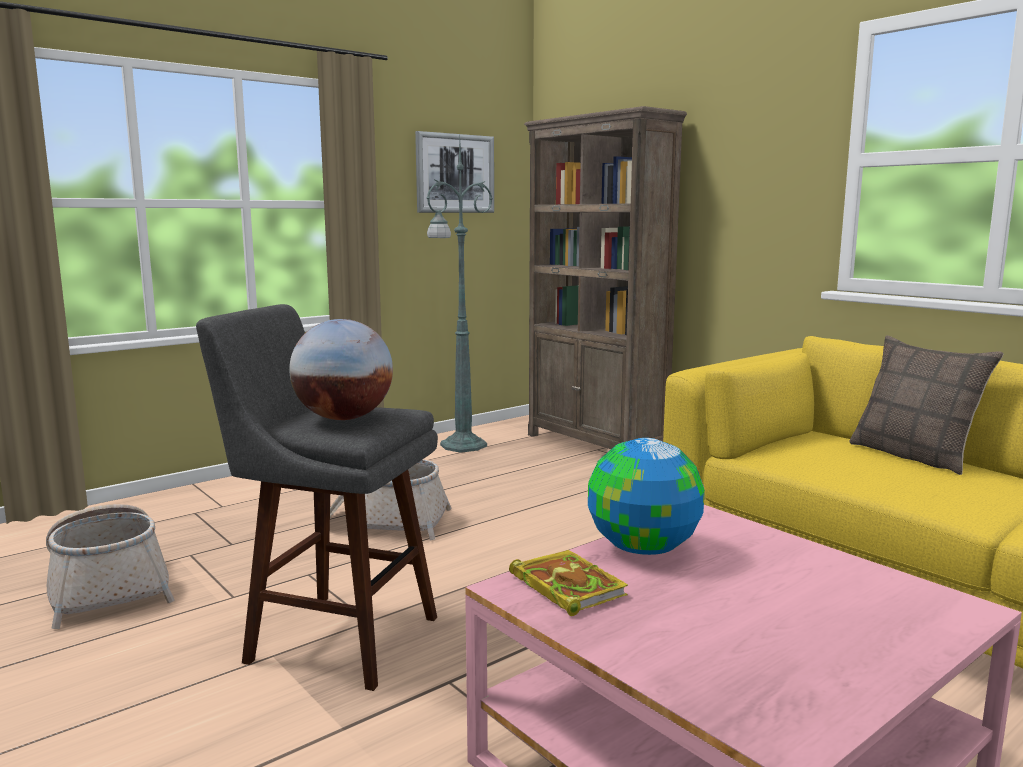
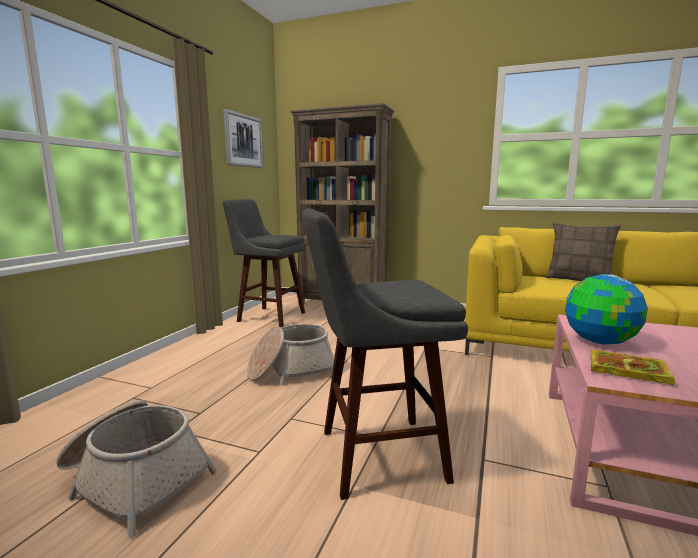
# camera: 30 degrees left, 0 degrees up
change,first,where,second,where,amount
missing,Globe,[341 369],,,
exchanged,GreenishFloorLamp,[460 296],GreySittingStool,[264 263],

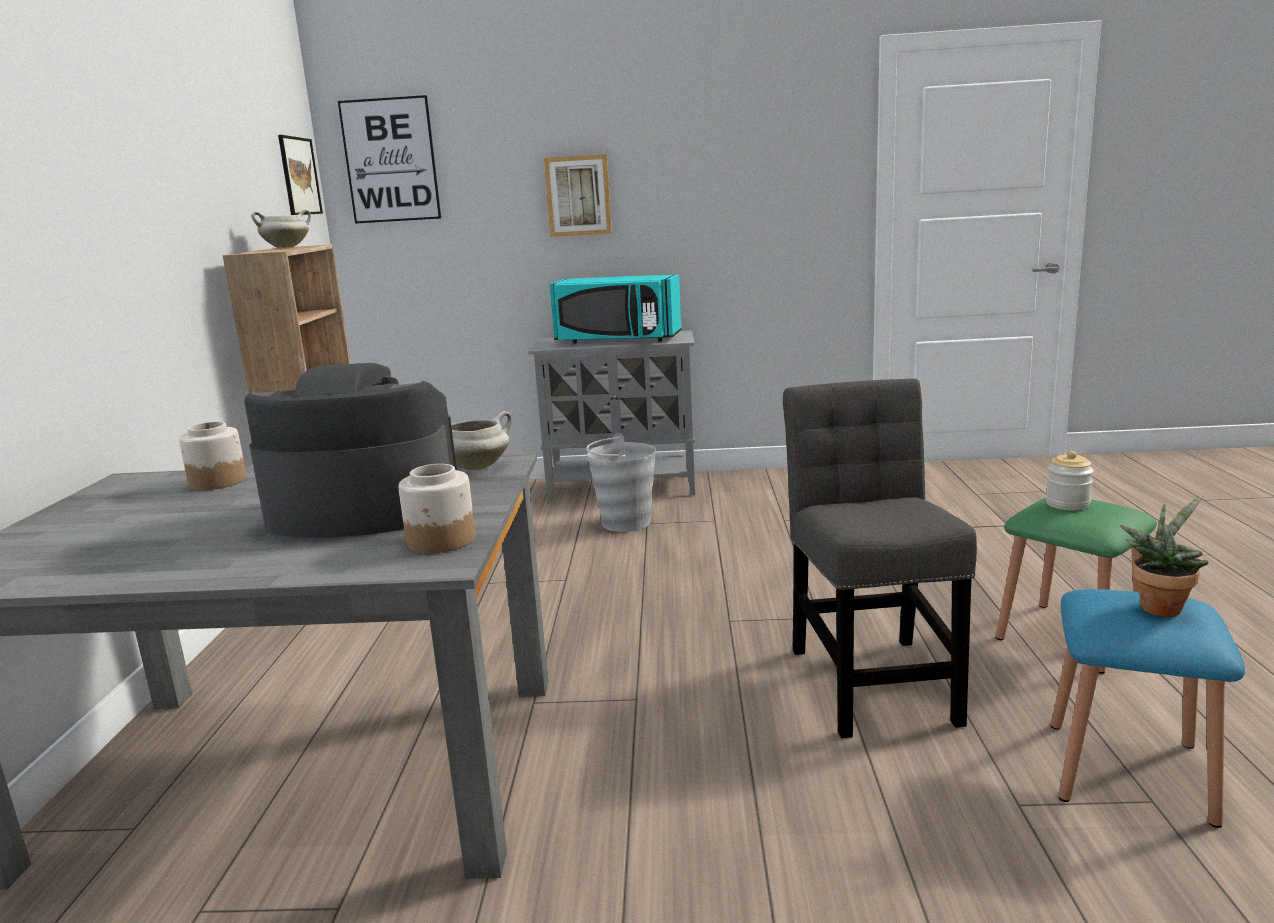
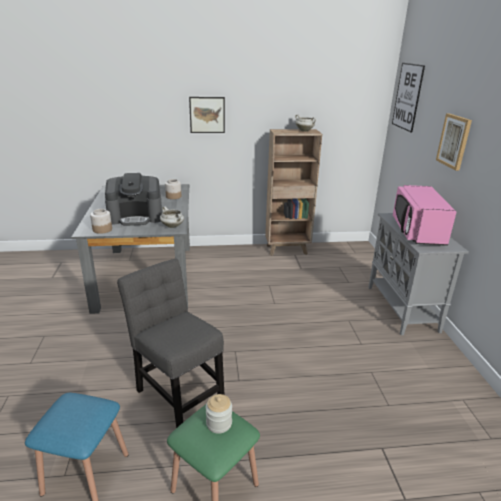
# camera: 80 degrees right, 10 degrees up
change,first,where,second,where,amount
spun,CoffeeMaker,[350 450],,[133 199],90 degrees clockwise
relocated,Picture,[300 175],,[207 115],
colour,TurquoiseMicrowave,[616 309],PinkishMicrowave,[424 215],
missing,GreyWaterBucket,[621 482],,,
spun,GreyPlainChair,[880 558],,[171 343],120 degrees counterclockwise
missing,Houseplant,[1164 556],,,

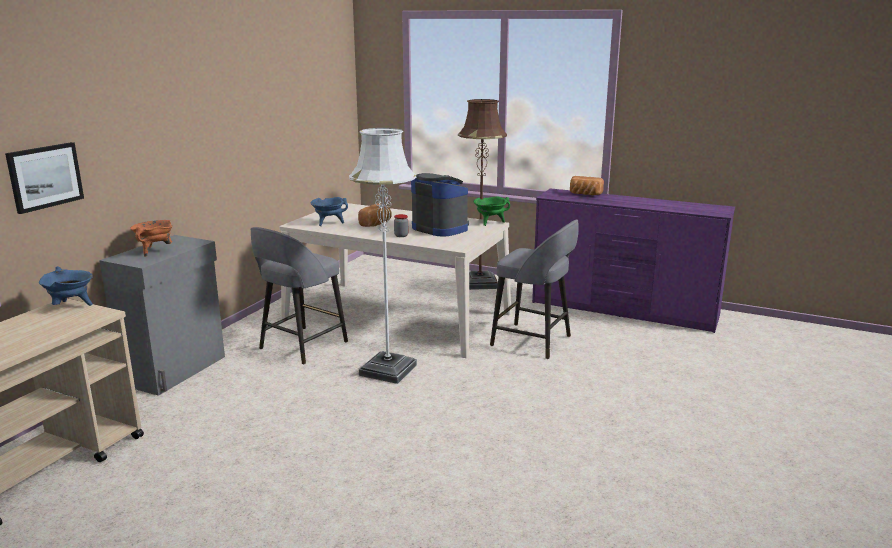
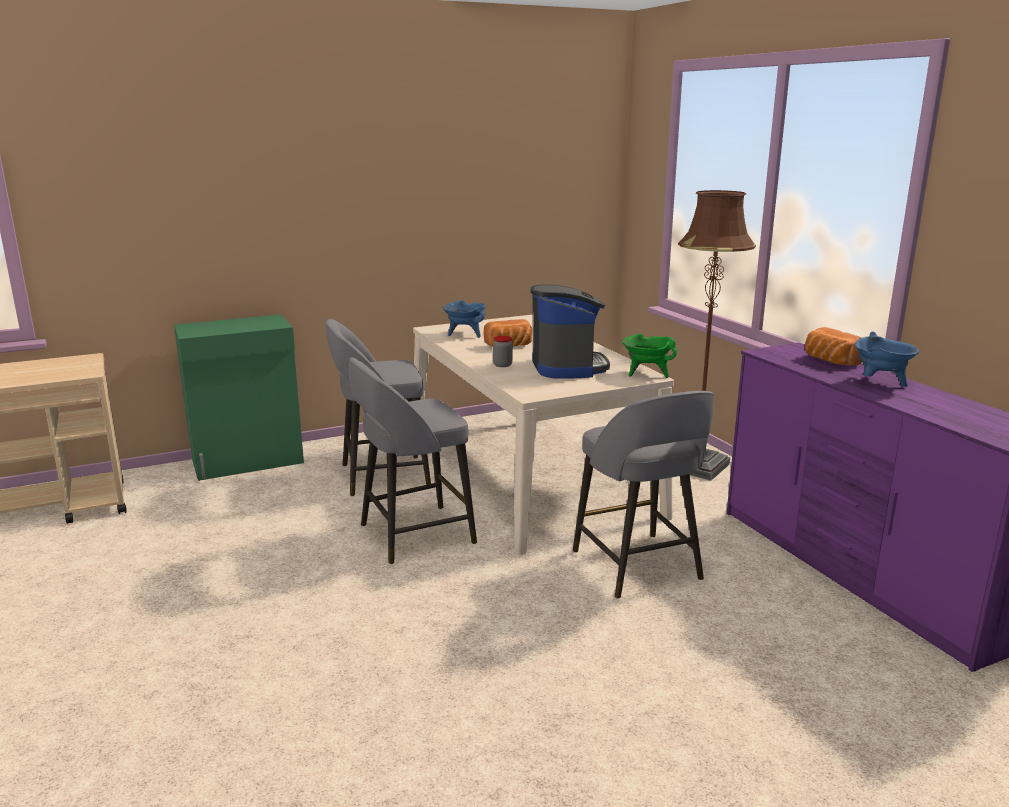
# camera: 40 degrees right, 0 degrees up
change,first,where,second,where,amount
missing,Picture,[44 178],,,
relocated,BluishCookingPot,[66 286],,[887 359],
colour,GreyCabinet,[162 315],GreenishCabinet,[239 397],
missing,OrangeCookingPot,[151 238],,,
exchanged,WhitishFloorLamp,[383 256],GreySittingStool,[413 460],

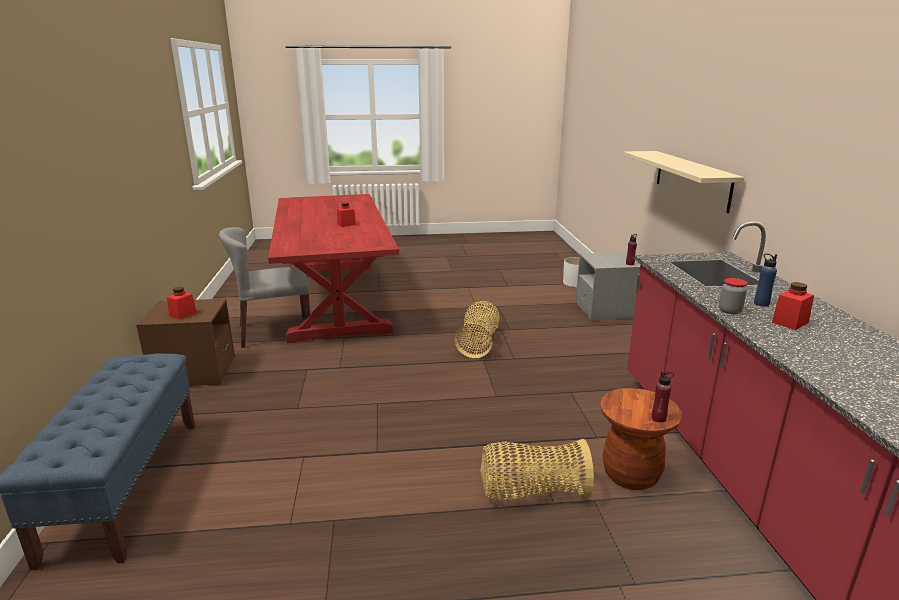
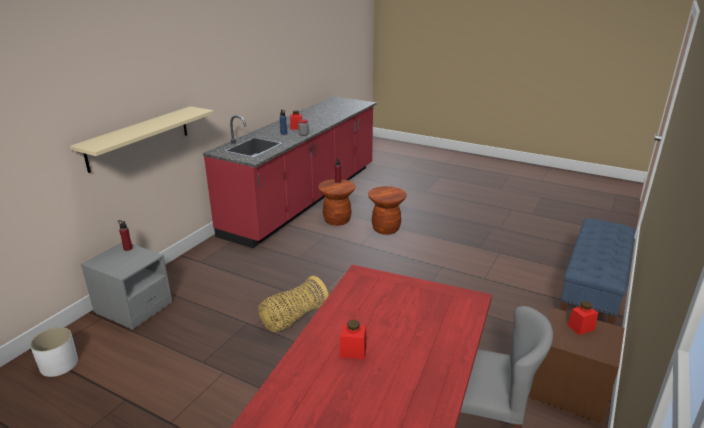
# camera: 145 degrees left, 5 degrees up
change,first,where,second,where,amount
exchanged,StorageBasket,[537 469],BrownSittingStool,[387 210],

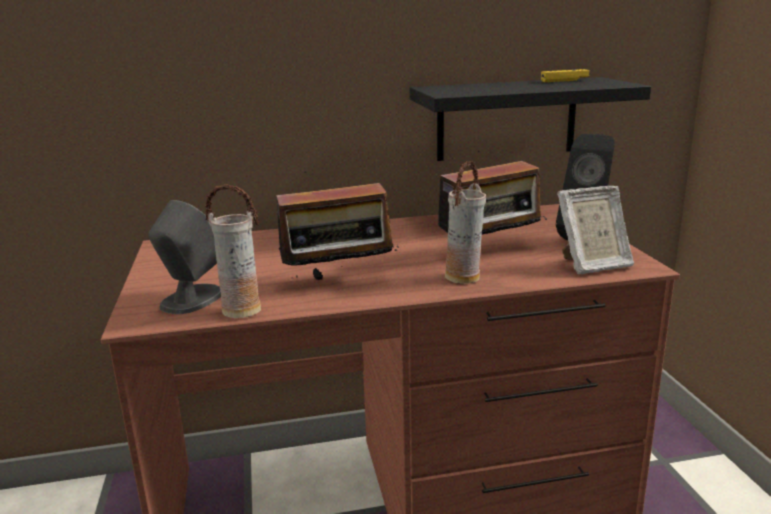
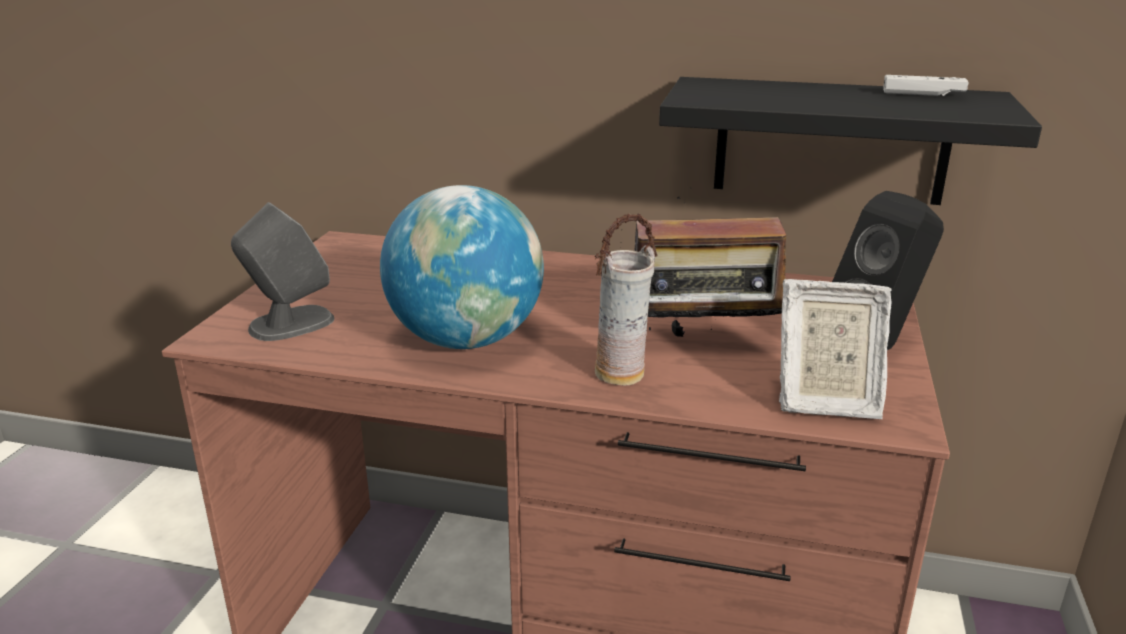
# camera: 25 degrees right, 5 degrees up
change,first,where,second,where,amount
missing,FlowerVase,[233 251],,,
exchanged,RadioReceiver,[337 225],Globe,[462 267],
colour,YellowGameController,[565 75],WhitishGameController,[926 85],

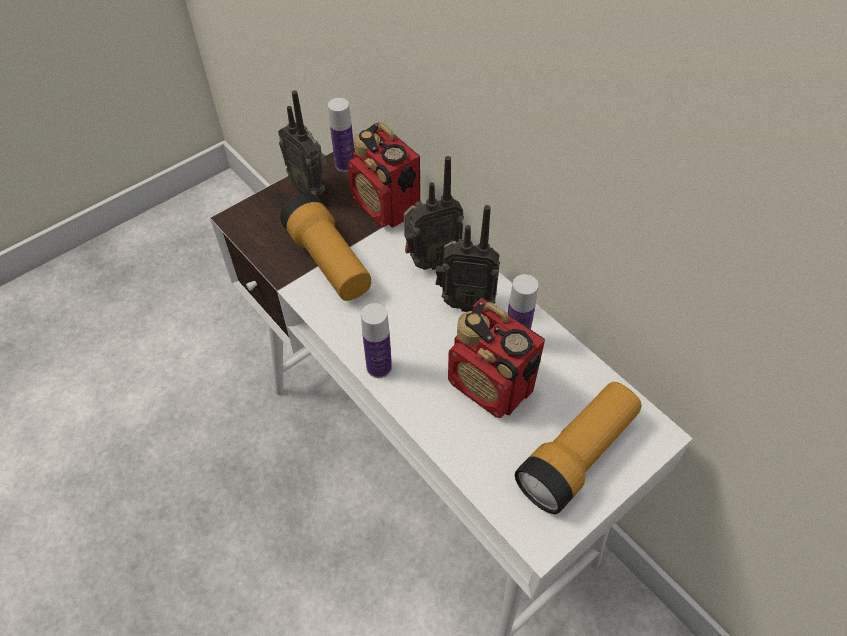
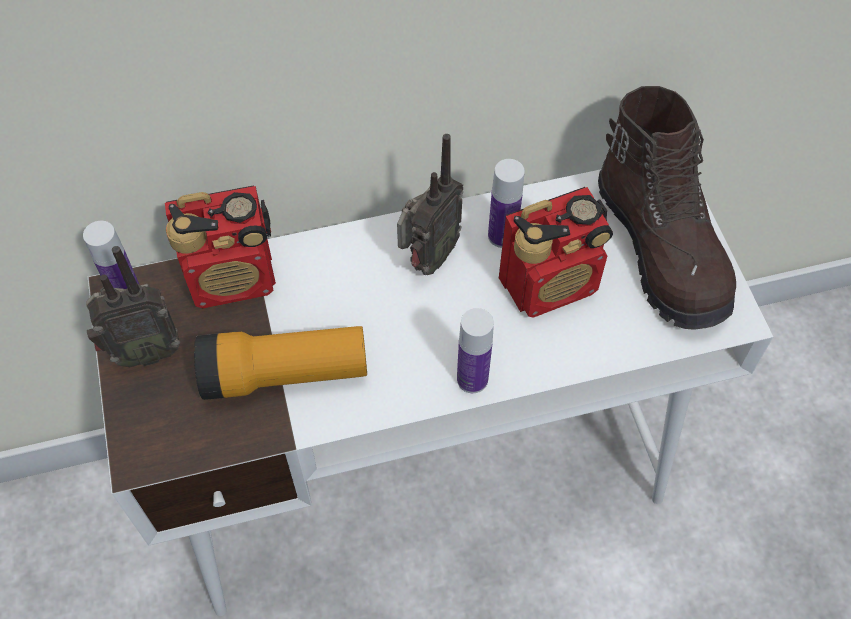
# camera: 65 degrees left, 5 degrees up
change,first,where,second,where,amount
missing,RadioReceiver,[434 213],,,
exchanged,Flashlight,[578 448],BrownBoot,[667 208],

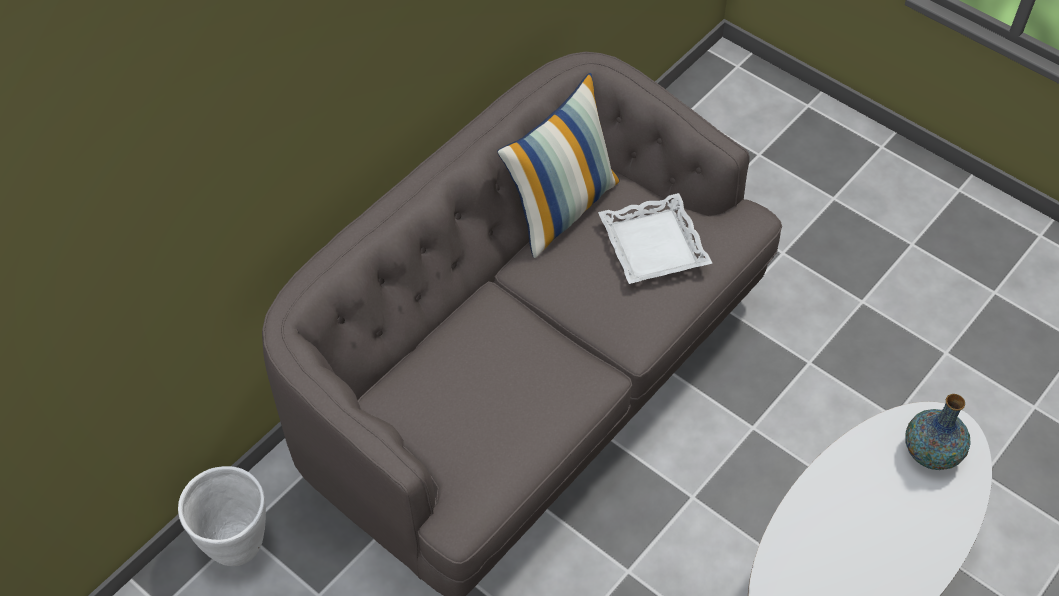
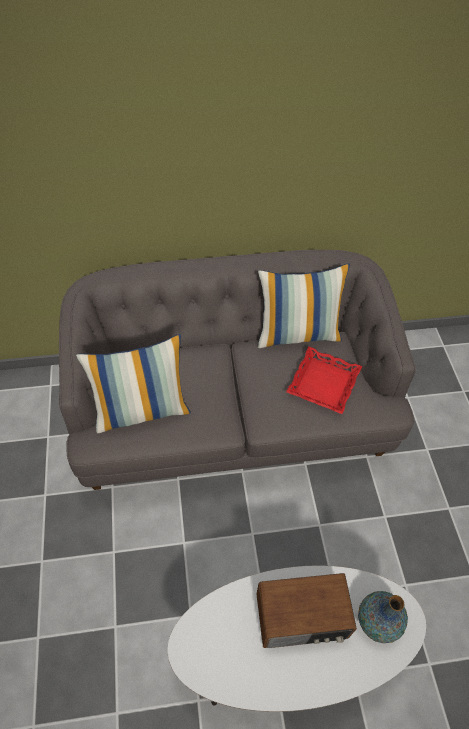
# camera: 40 degrees right, 0 degrees up
change,first,where,second,where,amount
missing,WhitishPlantPot,[222 516],,,
colour,WhitishServingTray,[655 238],RedServingTray,[324 380],
appeared,,,ThrowPillow,[133 383],
appeared,,,RadioReceiver,[306 610],

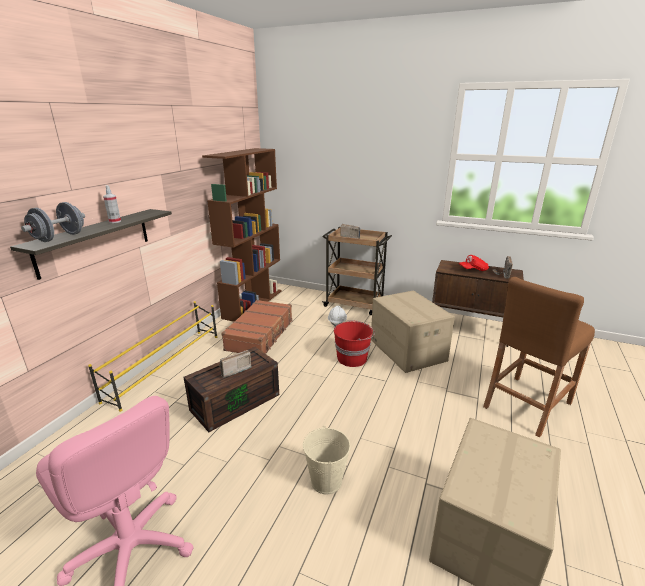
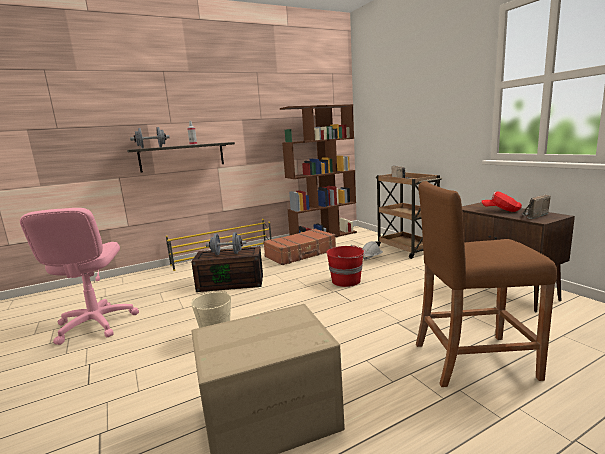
# camera: 40 degrees right, 10 degrees down
change,first,where,second,where,amount
exchanged,RadioReceiver,[235 364],GreyHandWeight,[226 243],
missing,Carton,[413 332],,,

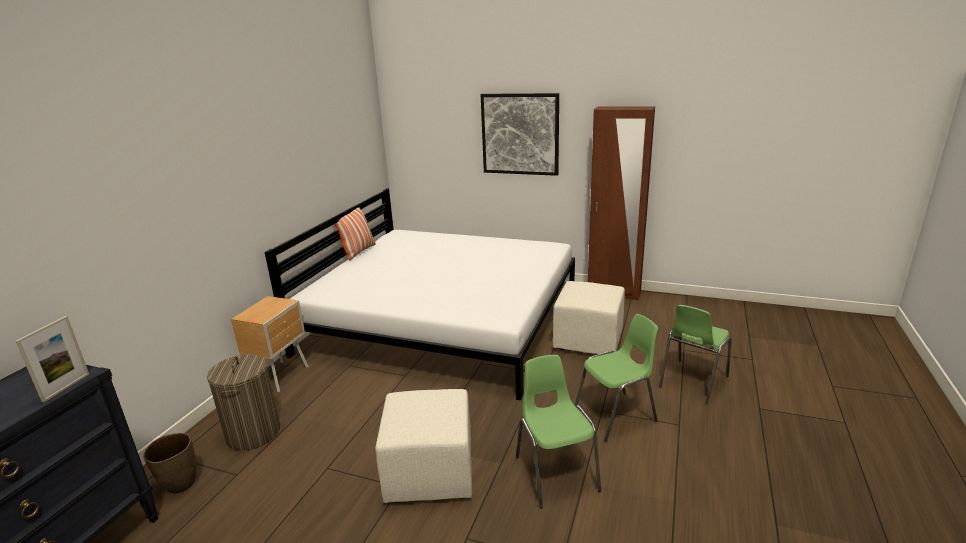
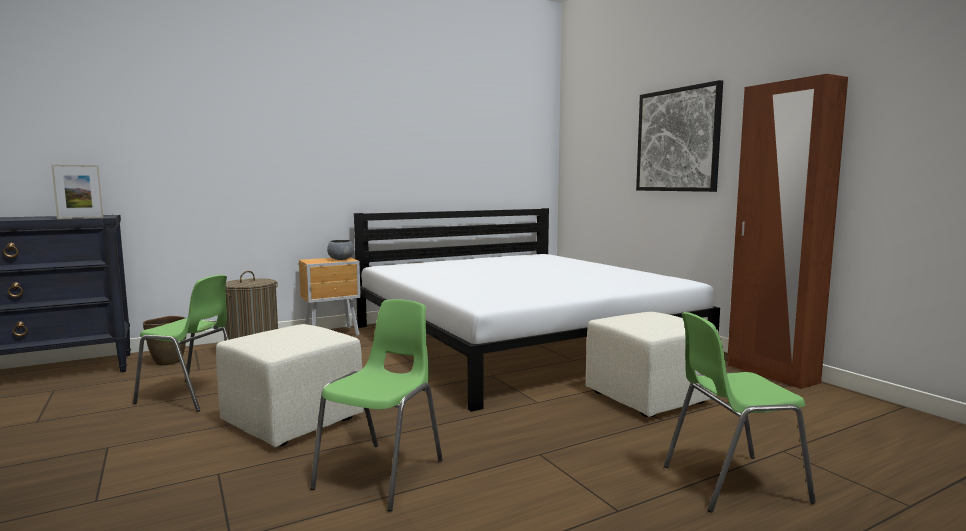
# camera: 40 degrees right, 15 degrees down
change,first,where,second,where,amount
missing,ThrowPillow,[353 234],,,
relocated,GreenishPlainChair,[616 378],,[181 343],
appeared,,,GreyServingBowl,[340 250],

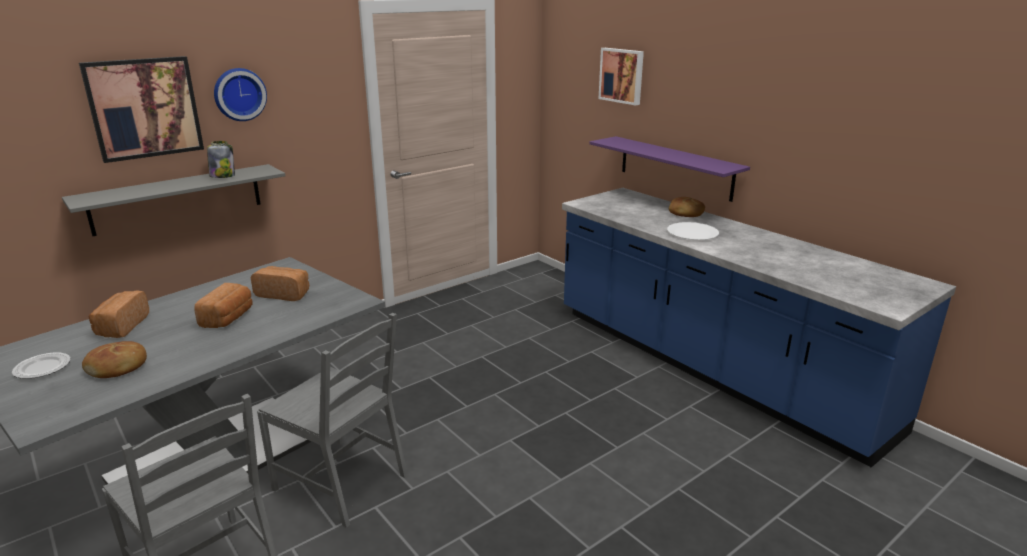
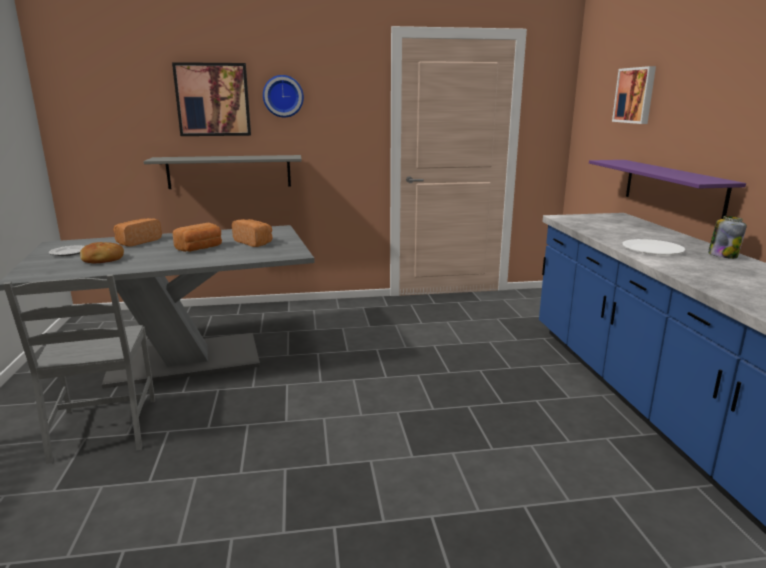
# camera: 30 degrees right, 5 degrees down
change,first,where,second,where,amount
relocated,StorageJar,[221 159],,[727 237],
missing,GreyPlainChair,[332 420],,,
missing,Bread,[687 207],,,

